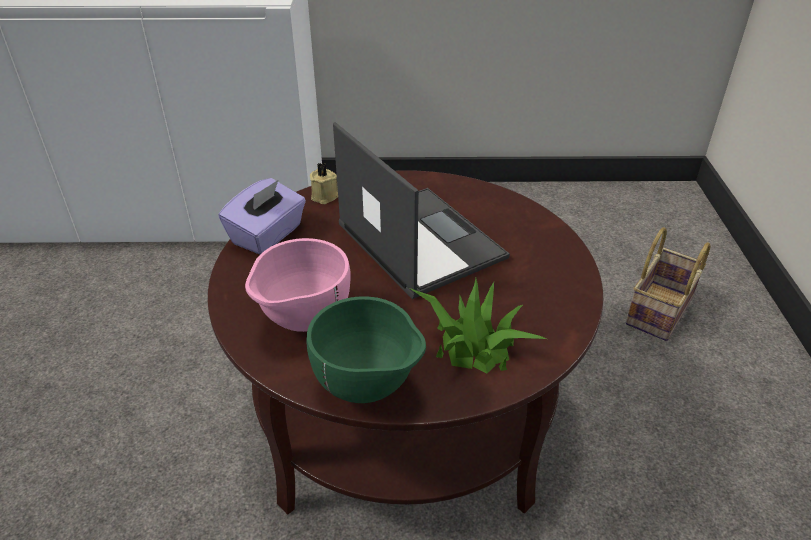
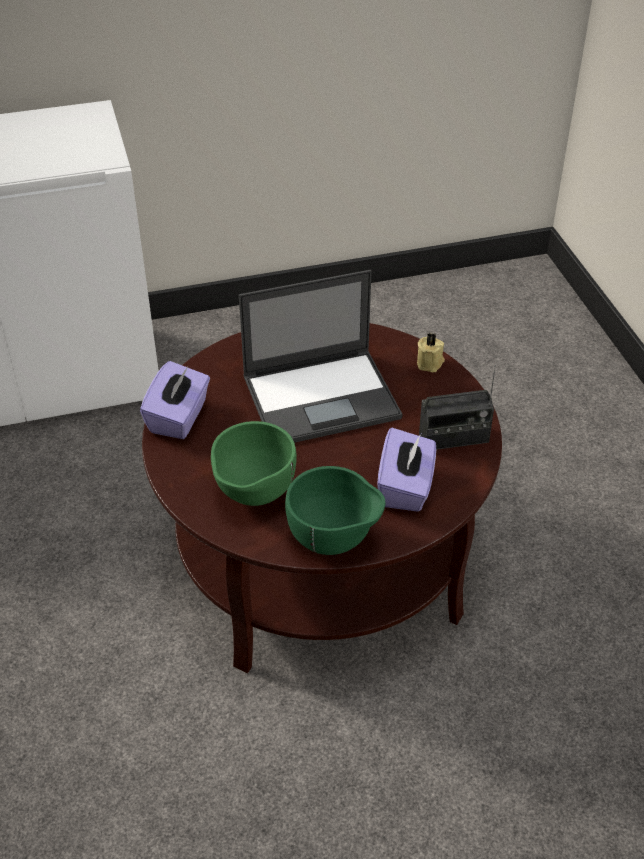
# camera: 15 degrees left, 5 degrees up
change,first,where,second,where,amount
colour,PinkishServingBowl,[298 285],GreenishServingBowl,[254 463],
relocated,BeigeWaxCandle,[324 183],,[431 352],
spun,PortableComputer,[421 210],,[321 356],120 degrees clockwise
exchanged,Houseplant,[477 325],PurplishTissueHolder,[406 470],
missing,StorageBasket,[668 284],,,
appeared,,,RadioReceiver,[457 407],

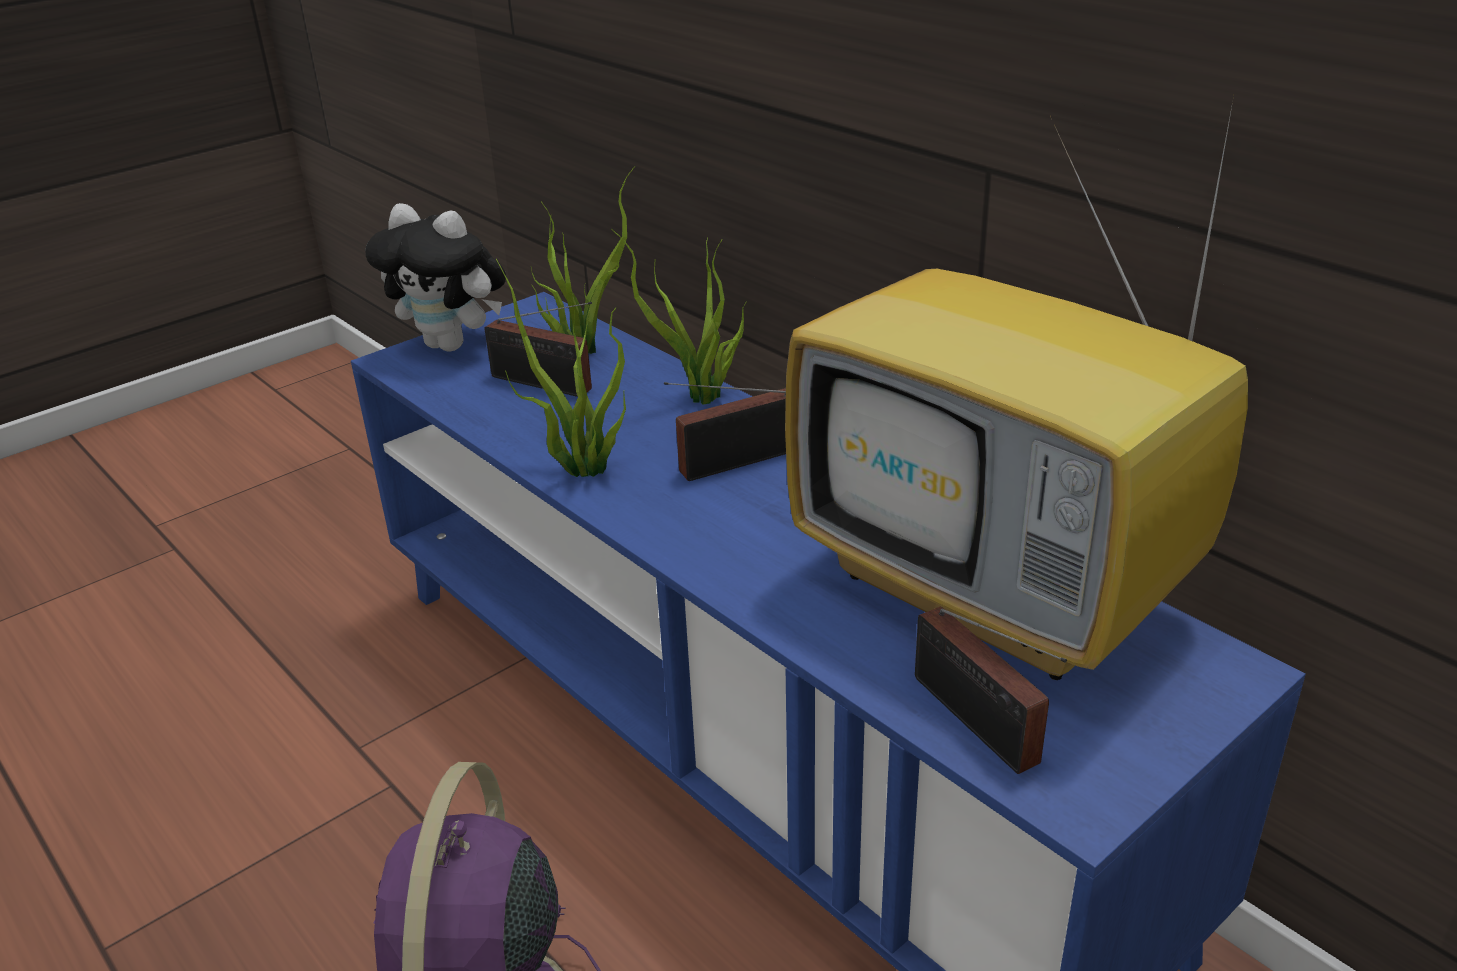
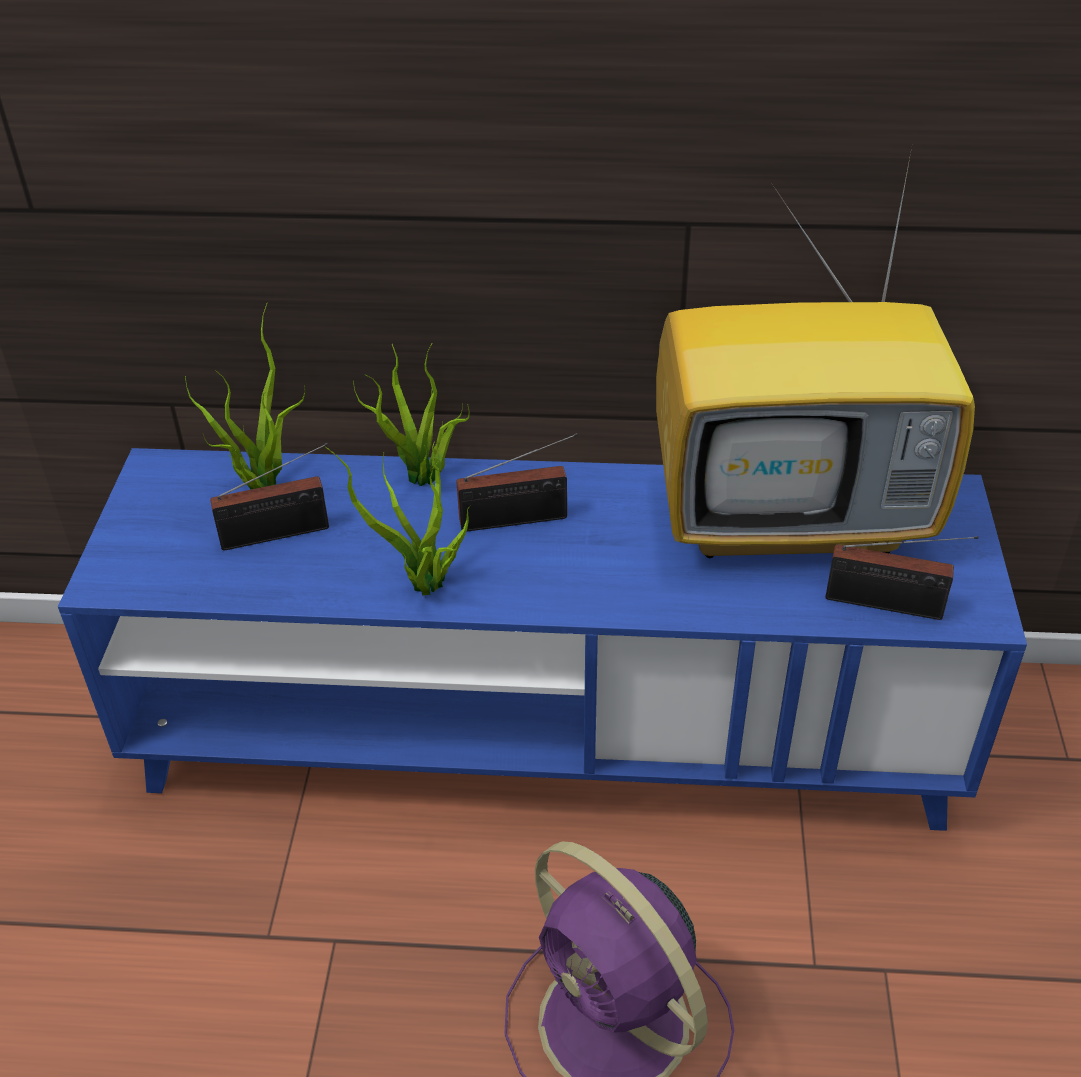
# camera: 45 degrees left, 10 degrees up
change,first,where,second,where,amount
missing,CuddlyToy,[436 277],,,
spun,RadioReceiver,[725 431],,[517 482],120 degrees counterclockwise

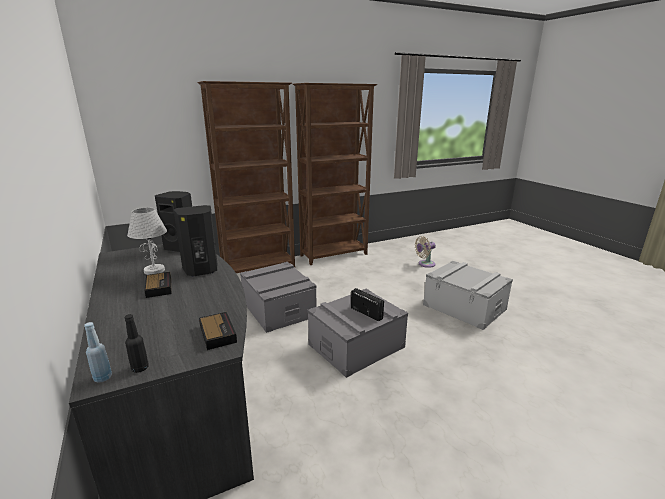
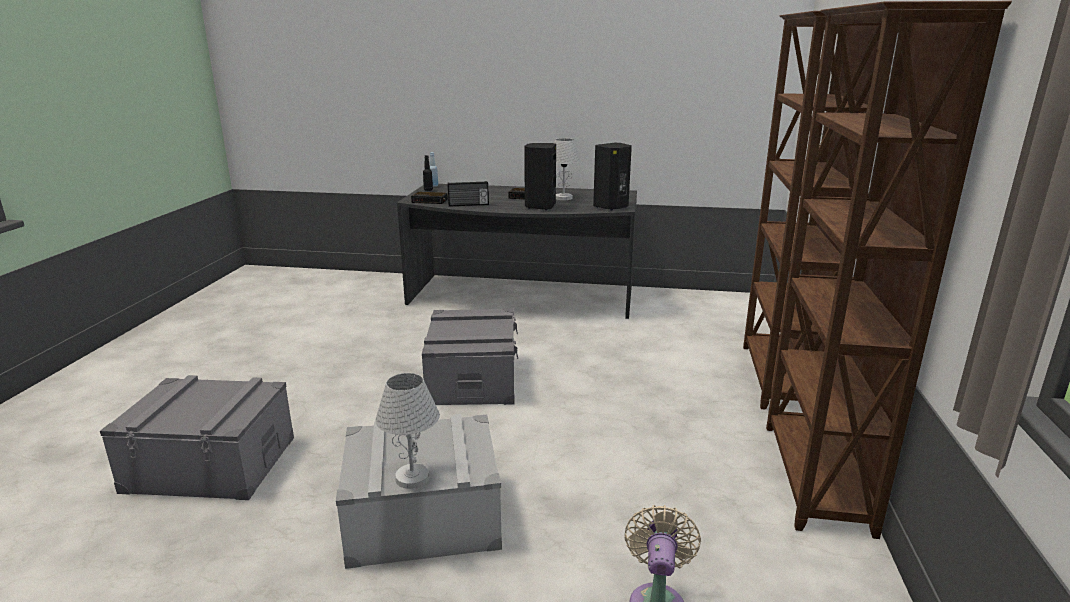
# camera: 125 degrees right, 0 degrees up
change,first,where,second,where,amount
relocated,GreyStorageContainer,[278 297],,[197 437],
relocated,RadioReceiver,[367 305],,[468 194],
appeared,,,WhitishLampForATable,[407 431],

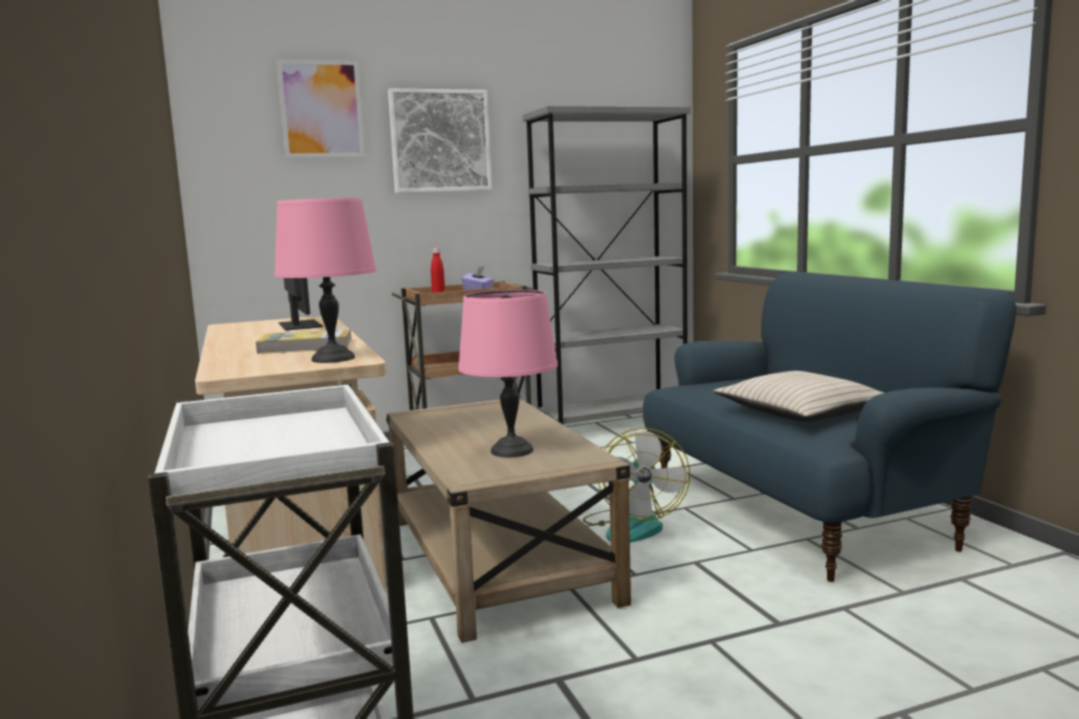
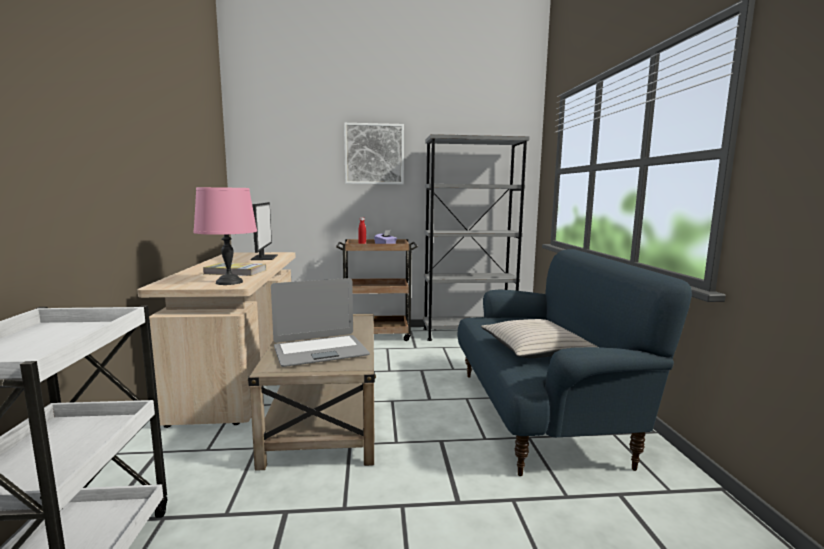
# camera: 15 degrees right, 0 degrees up
change,first,where,second,where,amount
missing,Picture,[320 108],,,
exchanged,PinkishLampForATable,[508 373],PortableComputer,[320 322],
missing,Fan,[636 485],,,

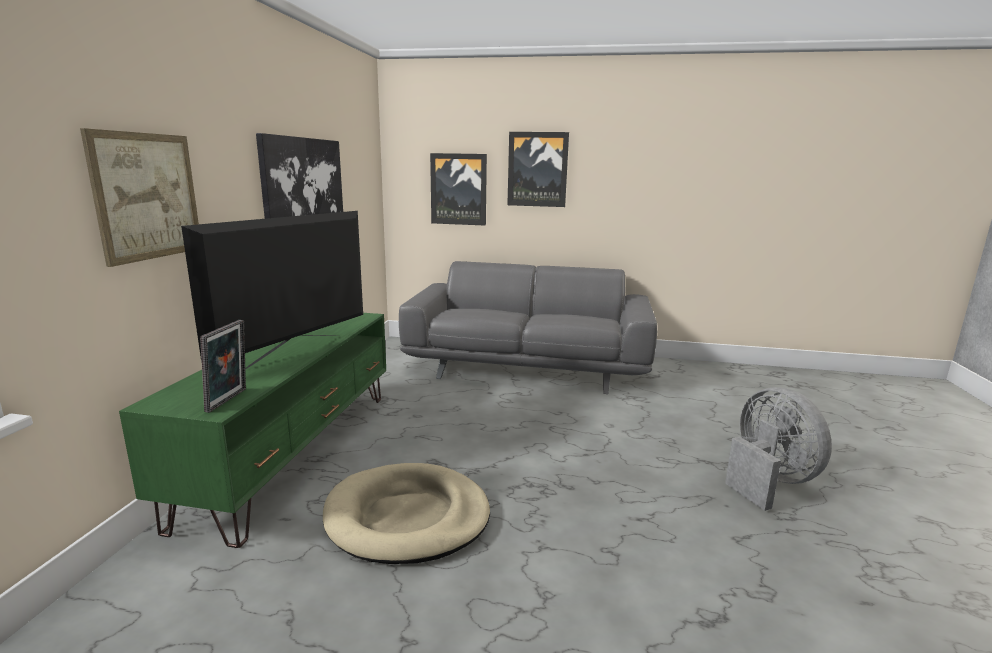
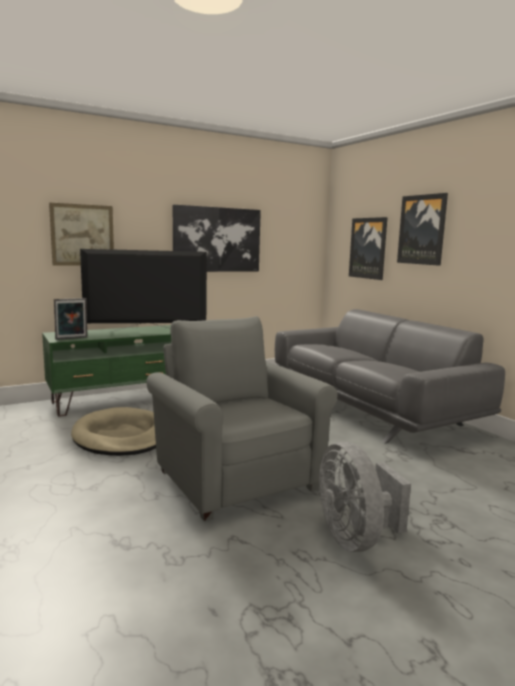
# camera: 50 degrees right, 5 degrees down
change,first,where,second,where,amount
spun,GreyFan,[778 449],,[365 497],135 degrees clockwise
appeared,,,GreyArmchair,[242 419],

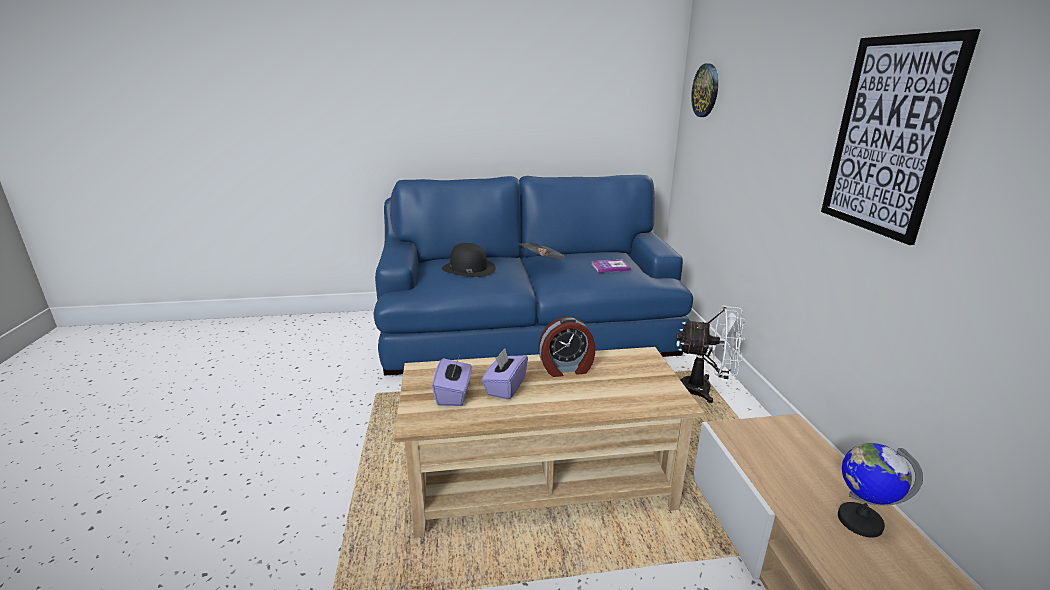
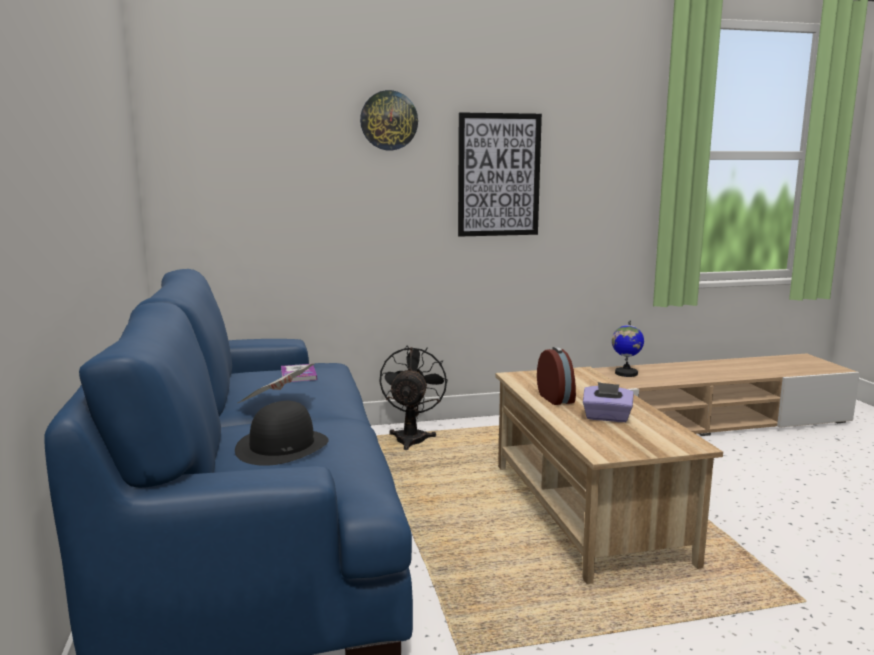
# camera: 95 degrees left, 10 degrees down
change,first,where,second,where,amount
missing,PurplishTissueHolder,[452 381],,,
colour,WhitishFan,[710 354],BlackColouredFan,[413 397],
relocated,WallClock,[704 90],,[389 120],

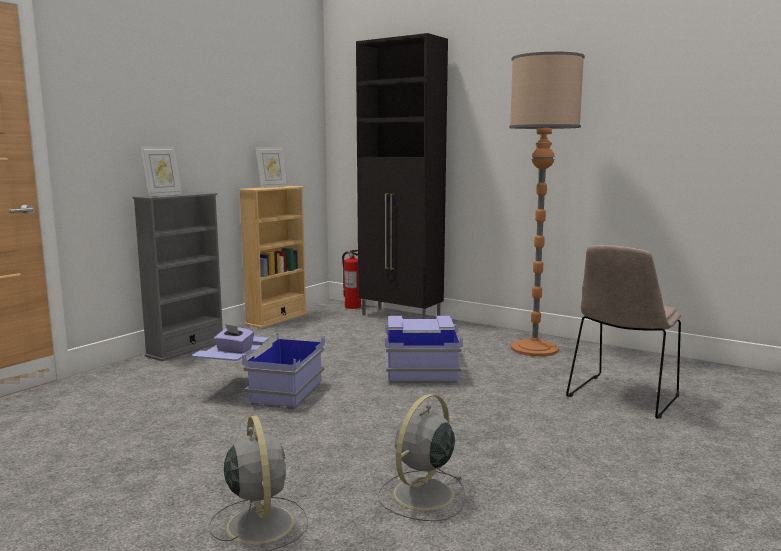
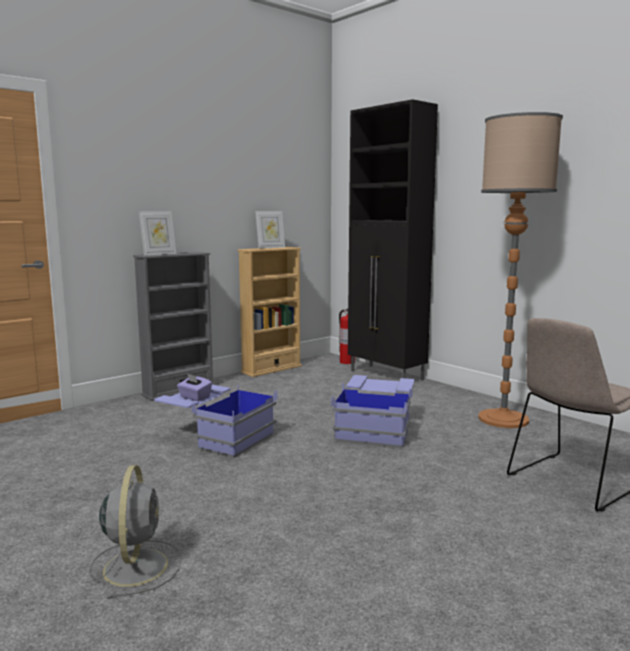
# camera: 15 degrees right, 0 degrees up
change,first,where,second,where,amount
missing,GreyFan,[421 457],,,

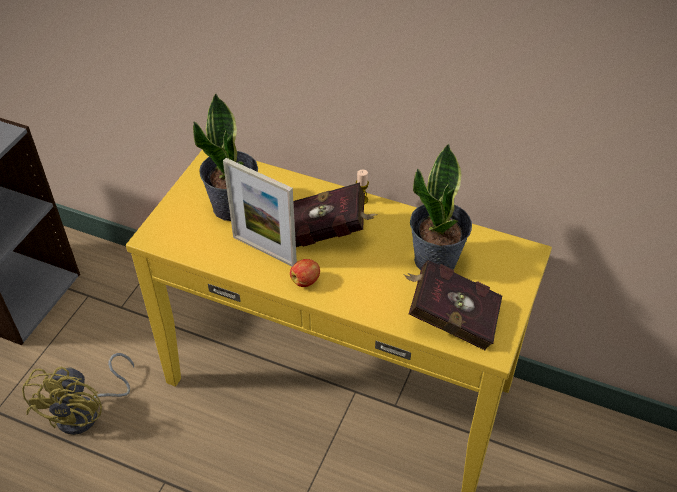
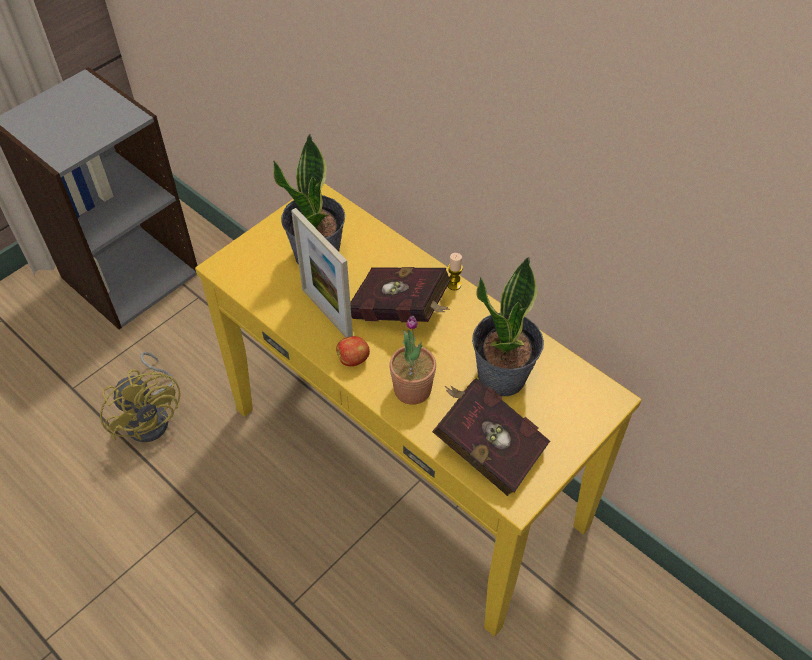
# camera: 20 degrees right, 5 degrees up
change,first,where,second,where,amount
spun,YellowFan,[78 394],,[140 397],60 degrees counterclockwise
appeared,,,Houseplant,[412 360],

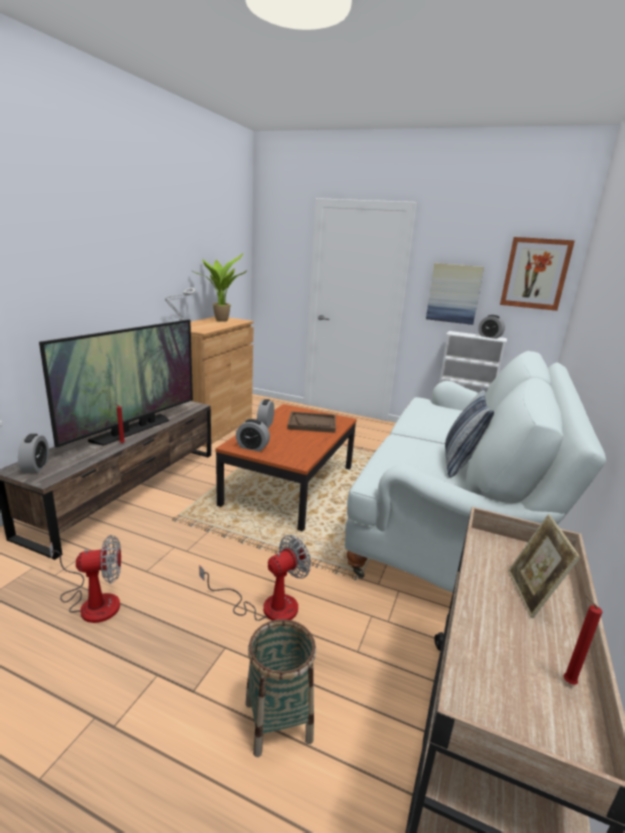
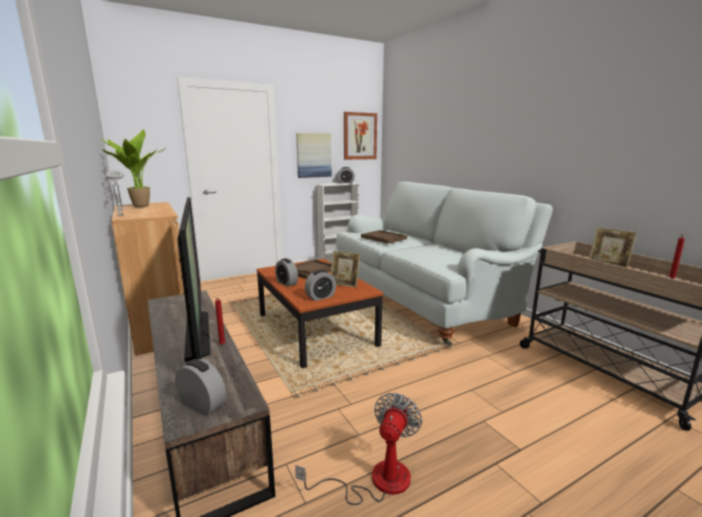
# camera: 50 degrees left, 5 degrees down
change,first,where,second,where,amount
missing,Fan,[255 578],,,
missing,StorageBasket,[280 688],,,
missing,ThrowPillow,[469 433],,,
appeared,,,PictureFrame,[346 269],
appeared,,,BrownServingTray,[384 237],

